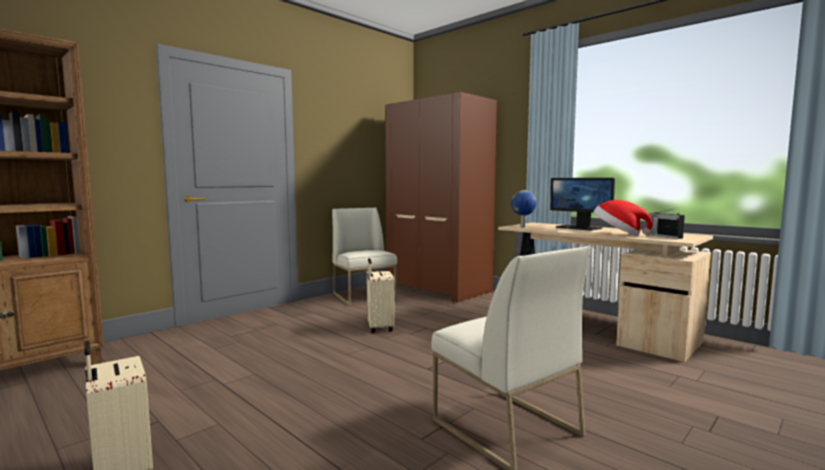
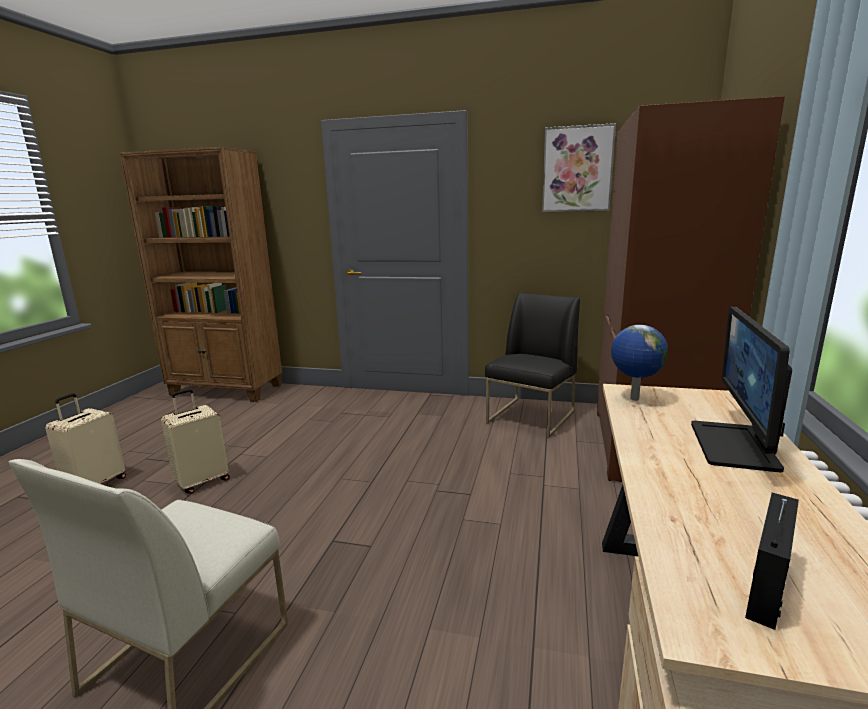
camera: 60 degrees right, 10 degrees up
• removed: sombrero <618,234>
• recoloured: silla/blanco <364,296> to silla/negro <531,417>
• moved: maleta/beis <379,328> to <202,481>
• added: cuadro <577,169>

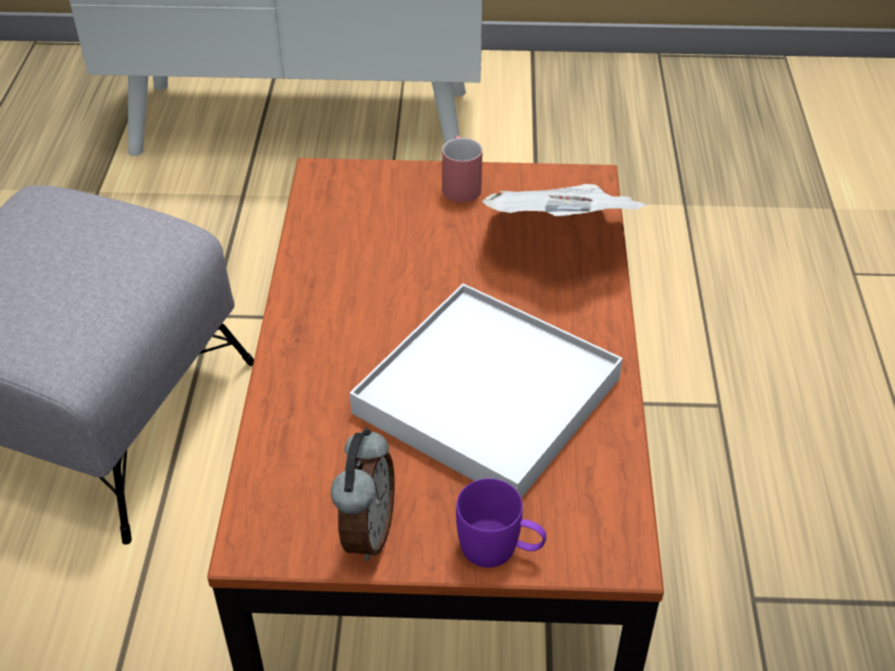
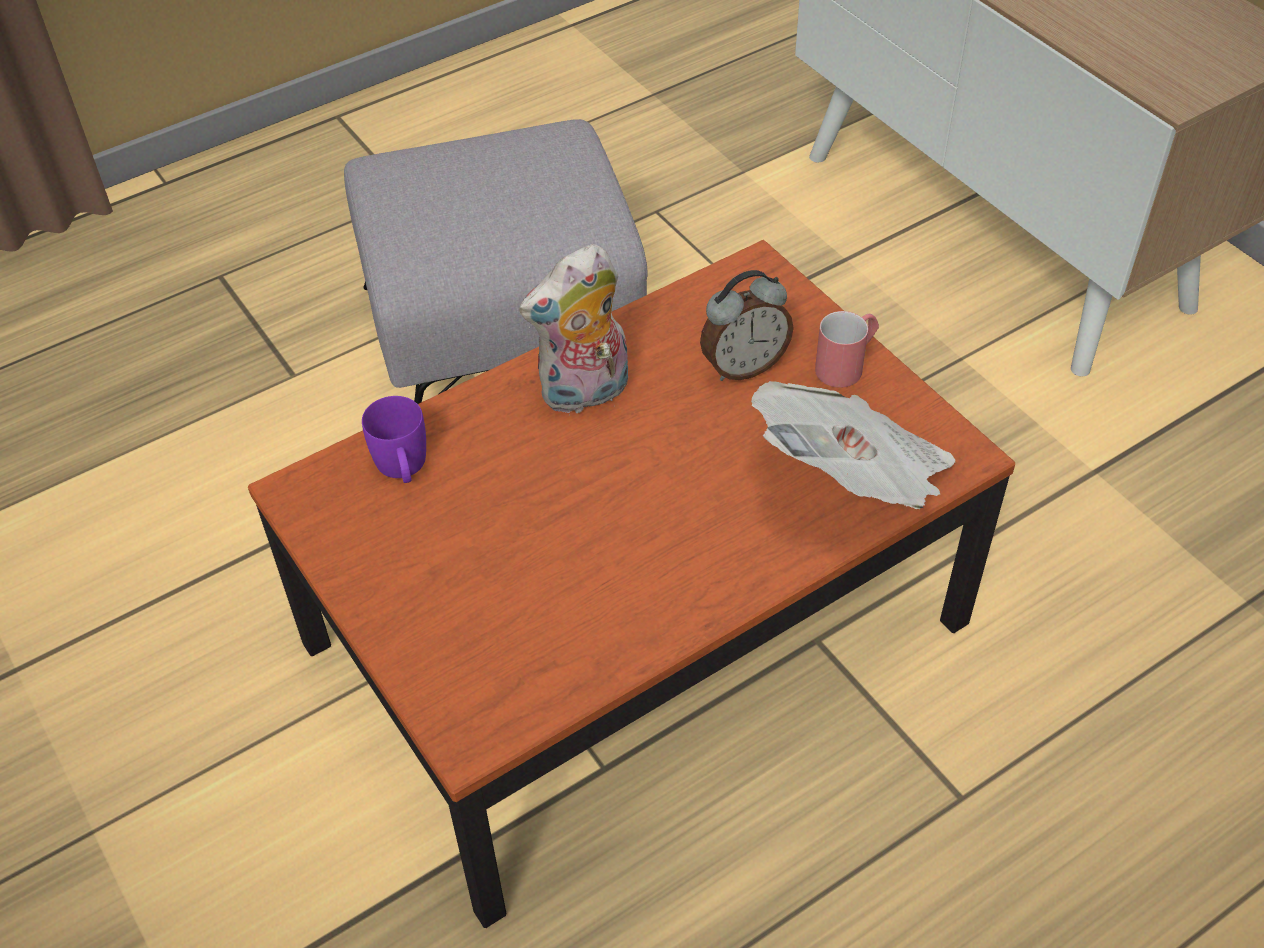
camera: 55 degrees right, 5 degrees up
• removed: bandeja/blanco <487,396>
• moved: despertador <366,532> to <743,366>
• moved: taza grande/morado <500,549> to <403,469>
• added: peluche <585,394>

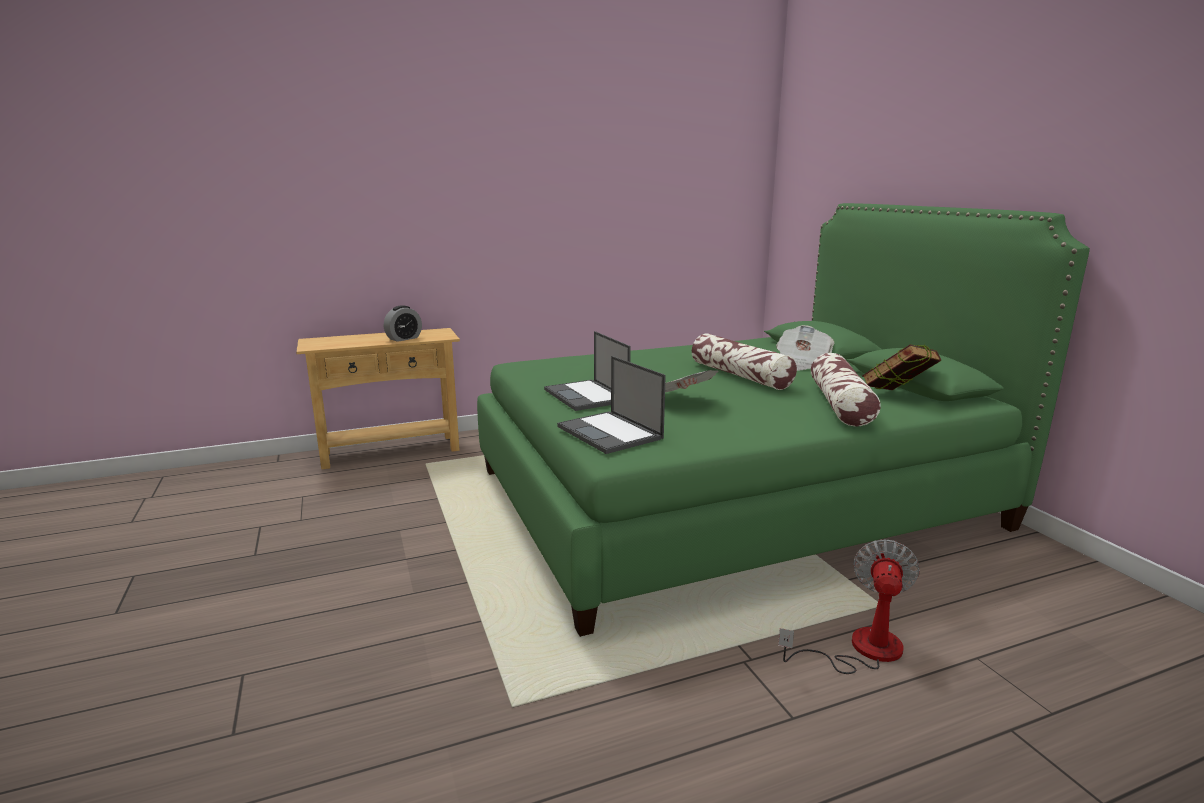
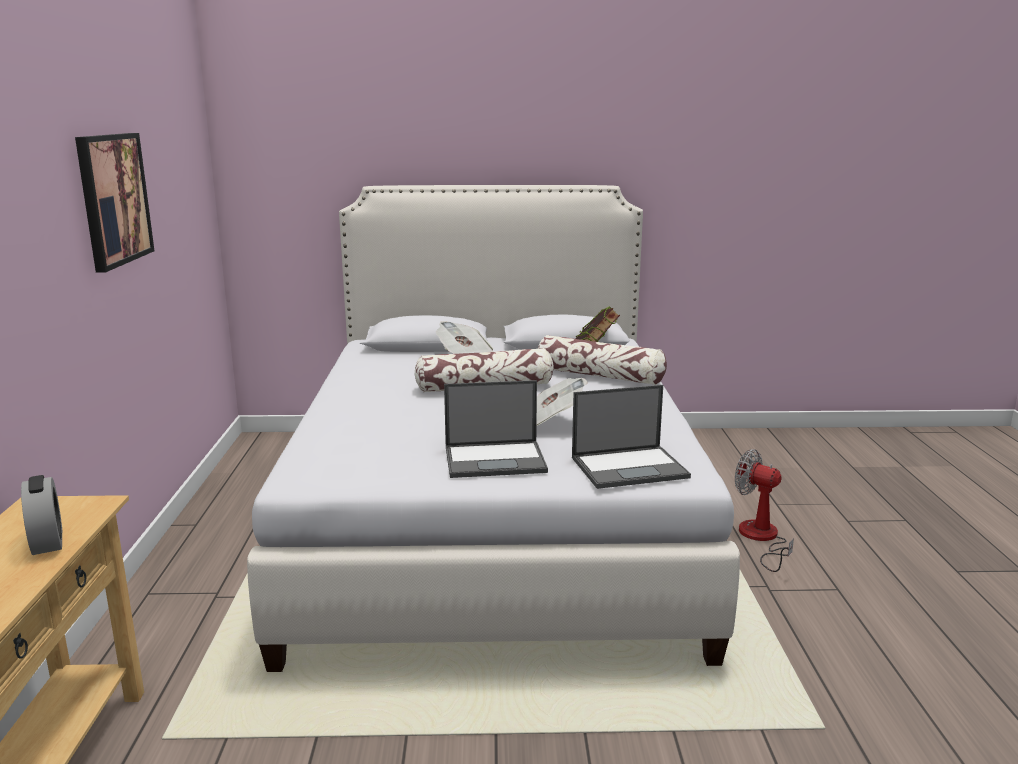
camera: 70 degrees left, 0 degrees up
• recoloured: cama/verde <730,497> to cama/blanco <492,520>
• added: cuadro <113,199>

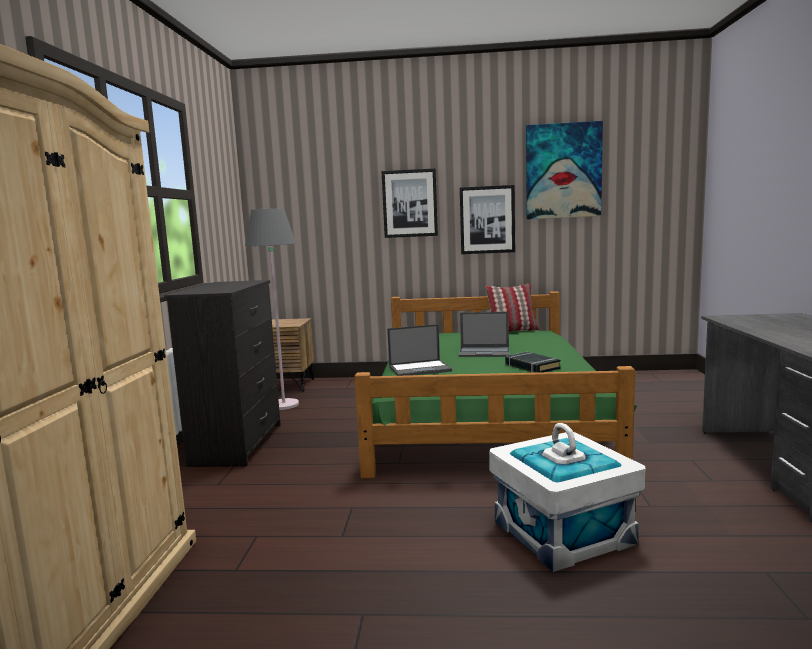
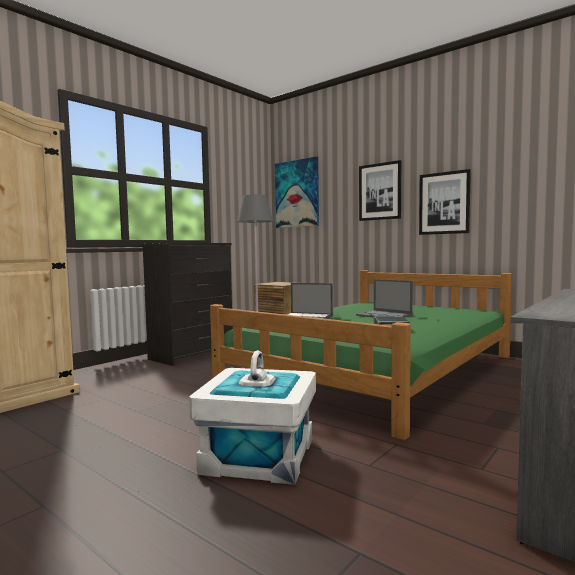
camera: 35 degrees right, 5 degrees down
• moved: cuadro <563,171> to <297,194>
• removed: cojín <512,331>

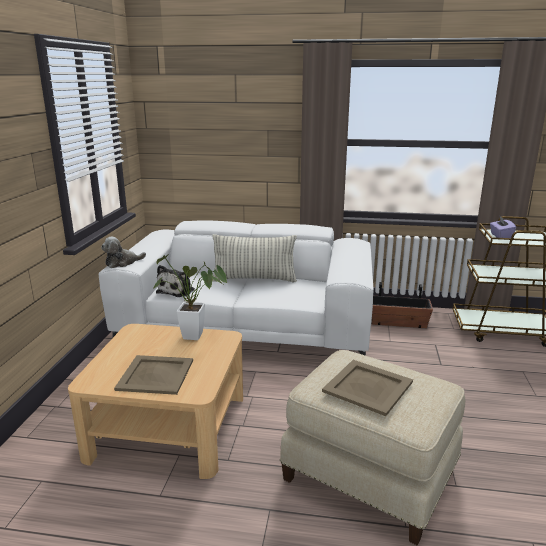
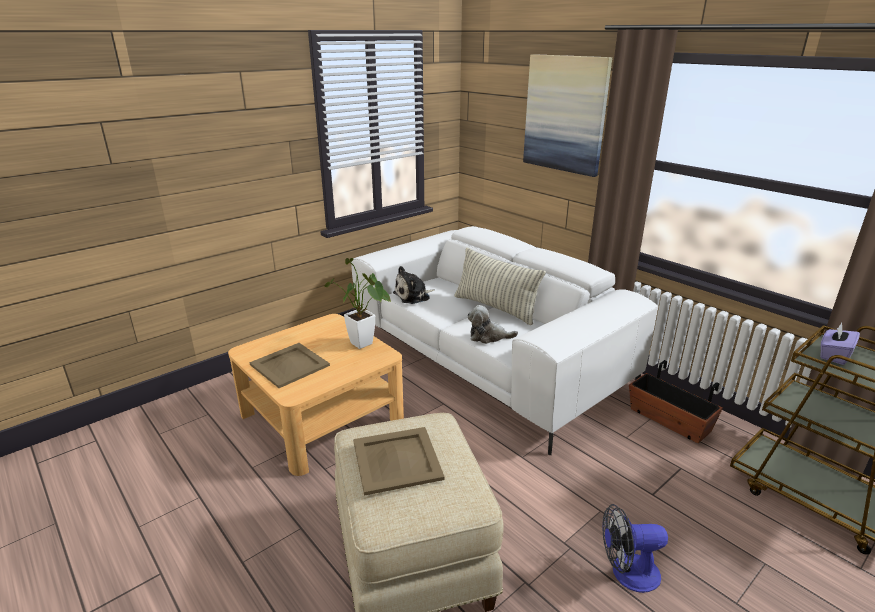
camera: 40 degrees right, 5 degrees up
• moved: peluche <122,263> to <488,336>
• added: cuadro <565,114>
• added: ventilador <627,573>

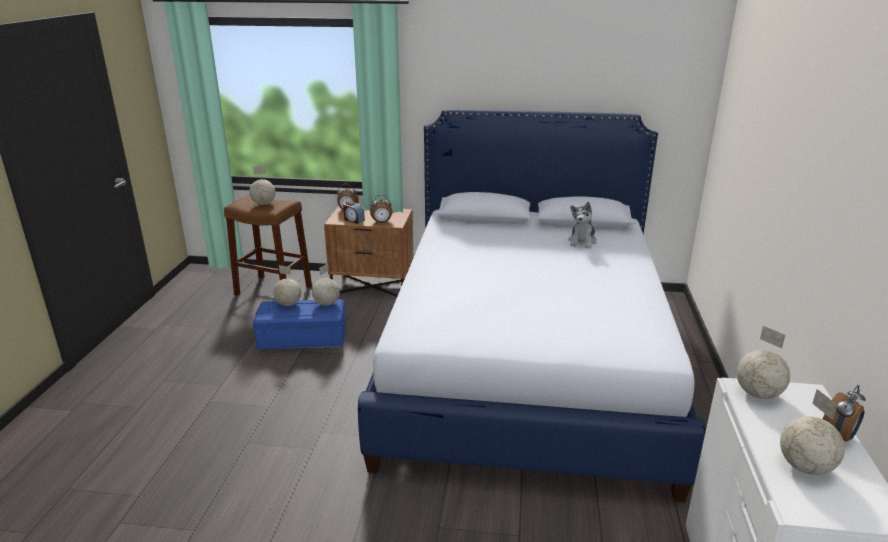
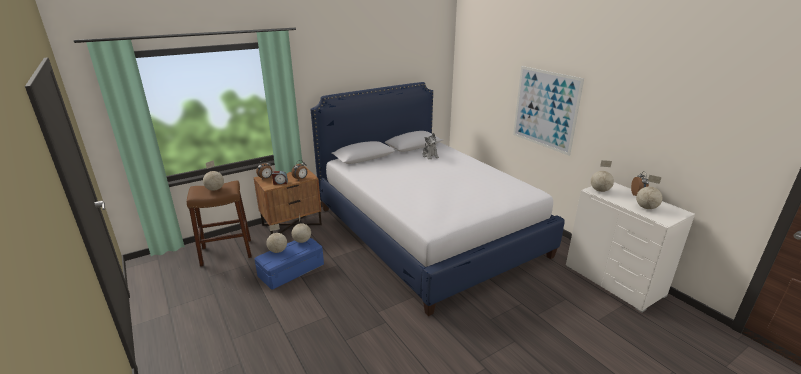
camera: 40 degrees left, 0 degrees up
• added: cuadro <545,109>

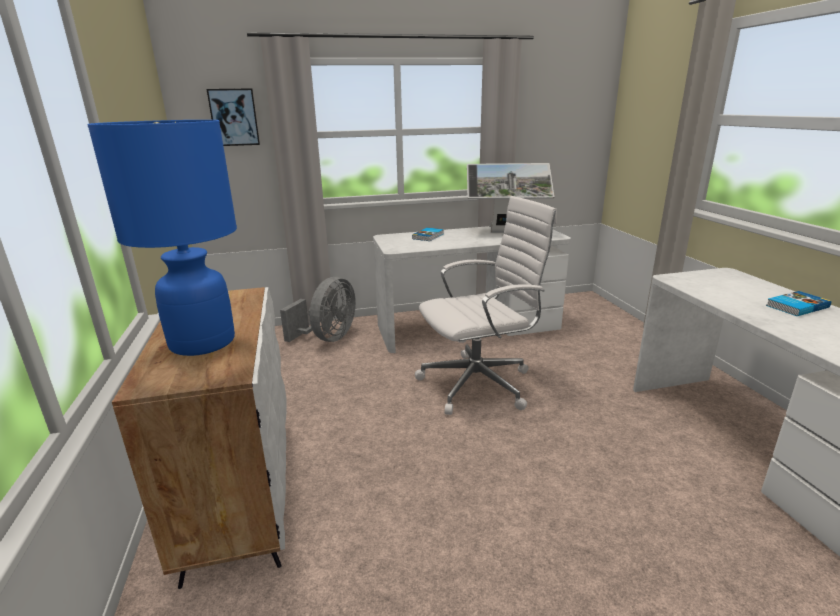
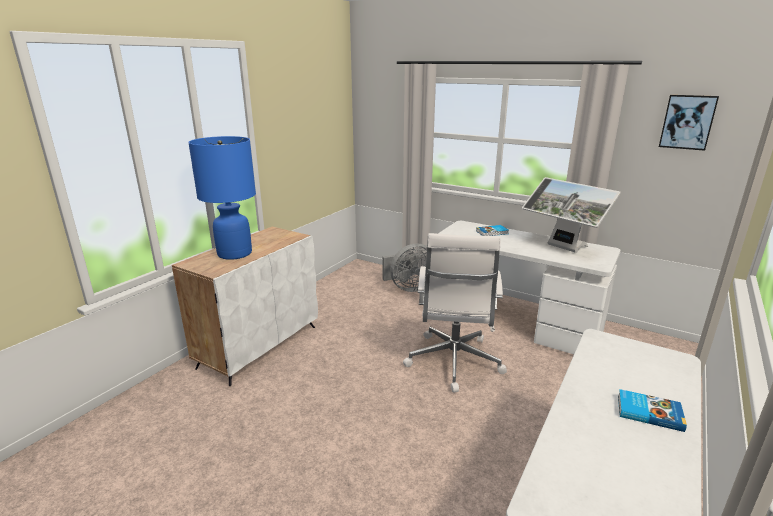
camera: 45 degrees right, 0 degrees up
• moved: cuadro <234,117> to <687,122>
• turned: silla de oficina/blanco <479,383> = <453,363> 75 degrees clockwise

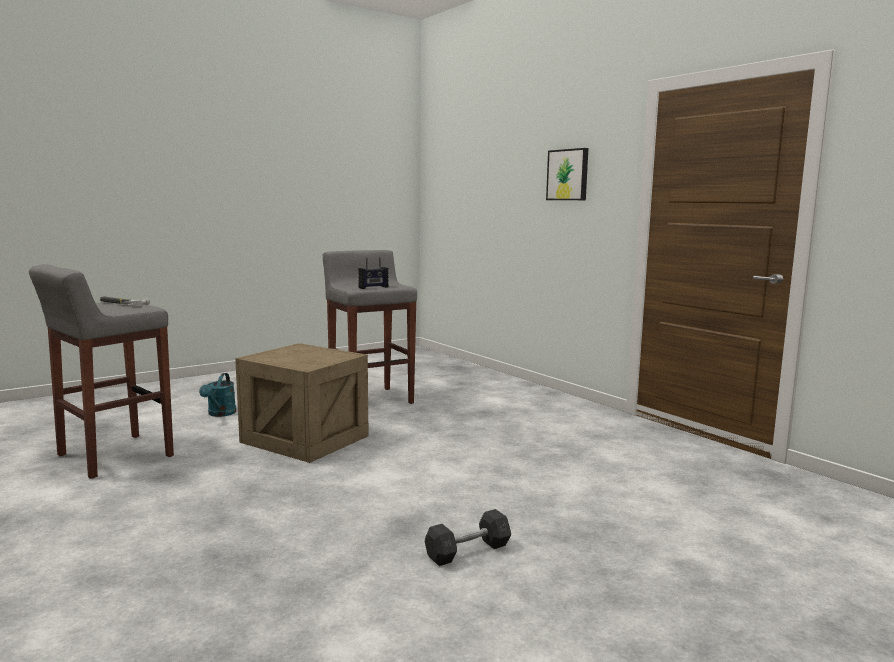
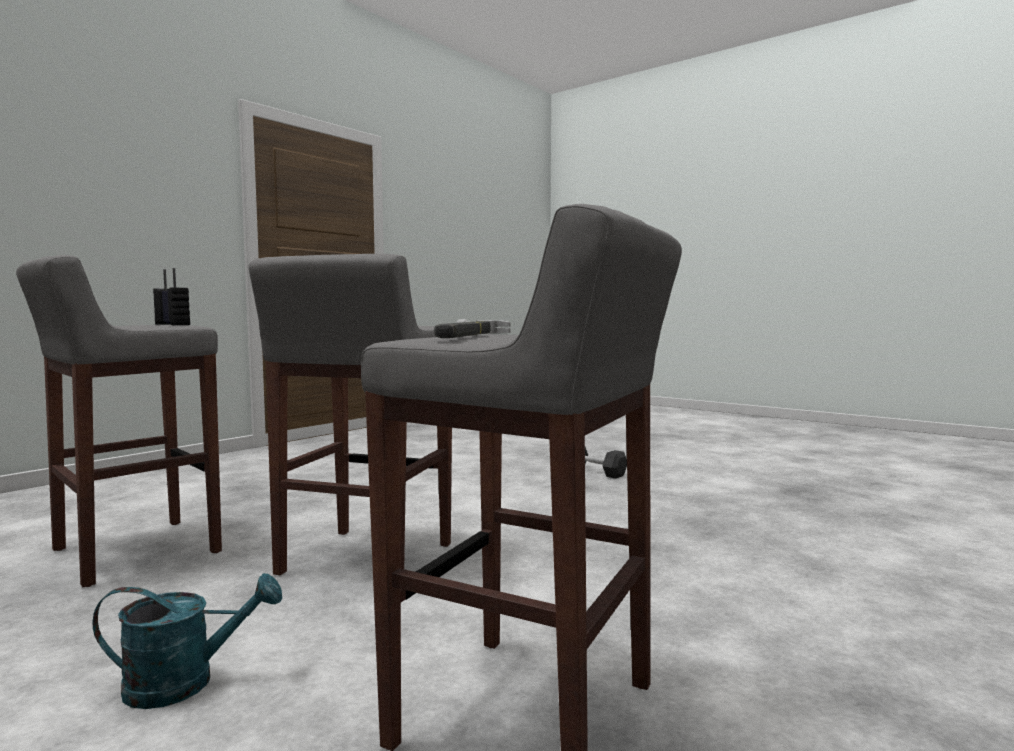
camera: 105 degrees left, 5 degrees down
• removed: cuadro <568,175>
• replaced: caja de embalaje <304,439> to taburete/gris <365,560>

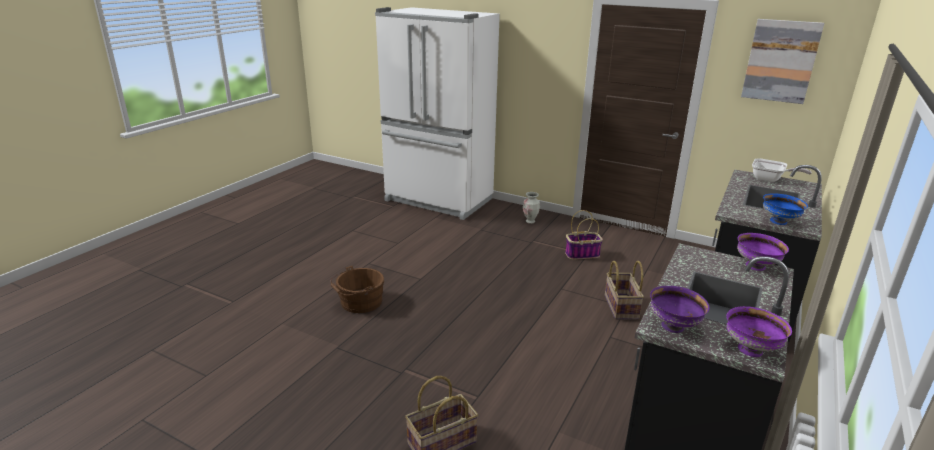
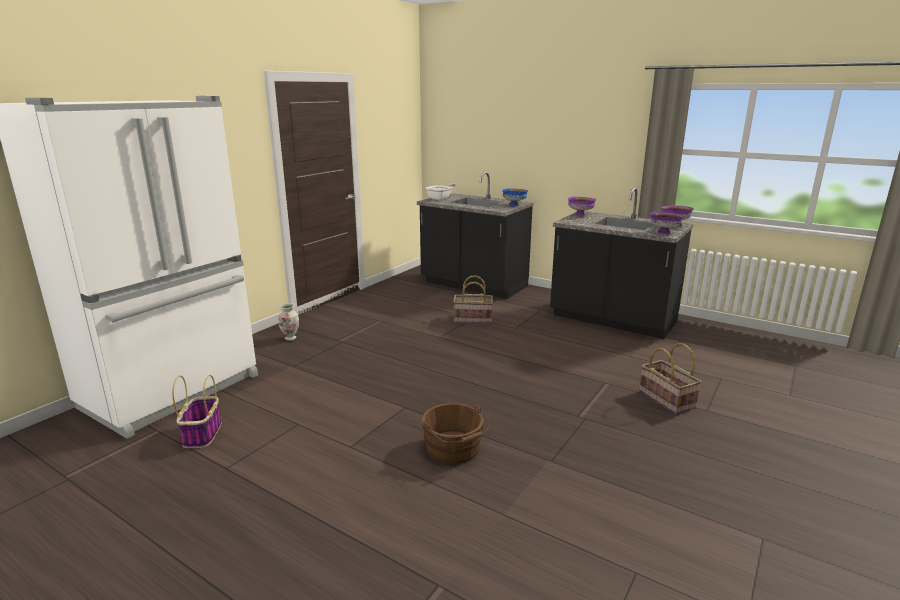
camera: 85 degrees left, 5 degrees down
• removed: cuadro <780,61>
• moved: cesta <582,254> to <202,434>

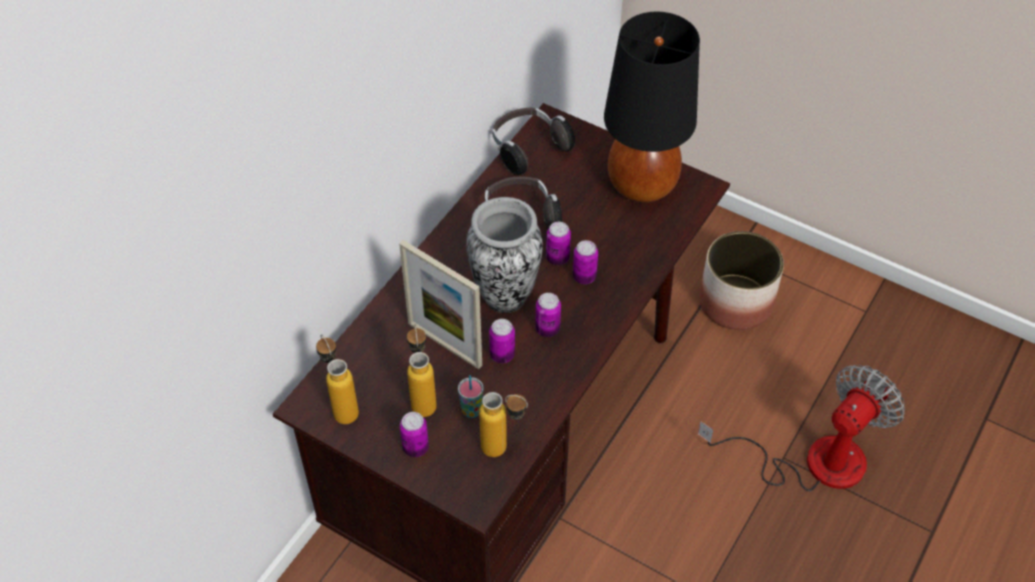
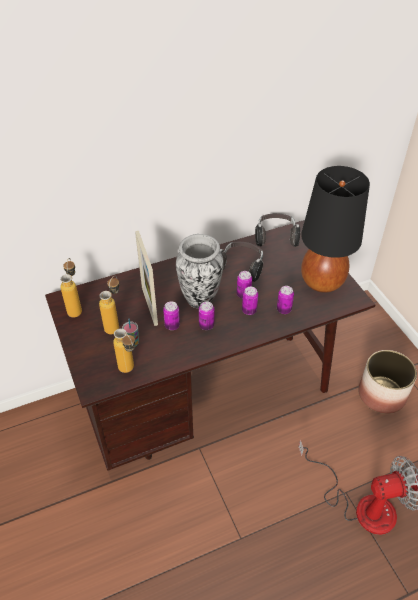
camera: 35 degrees right, 5 degrees down
• moved: lata <415,447> to <284,309>

